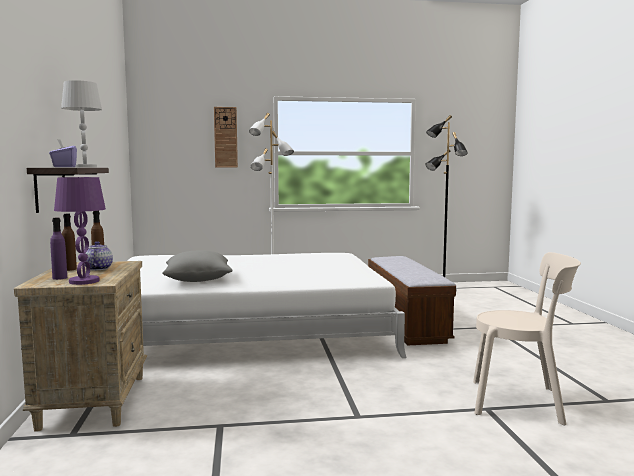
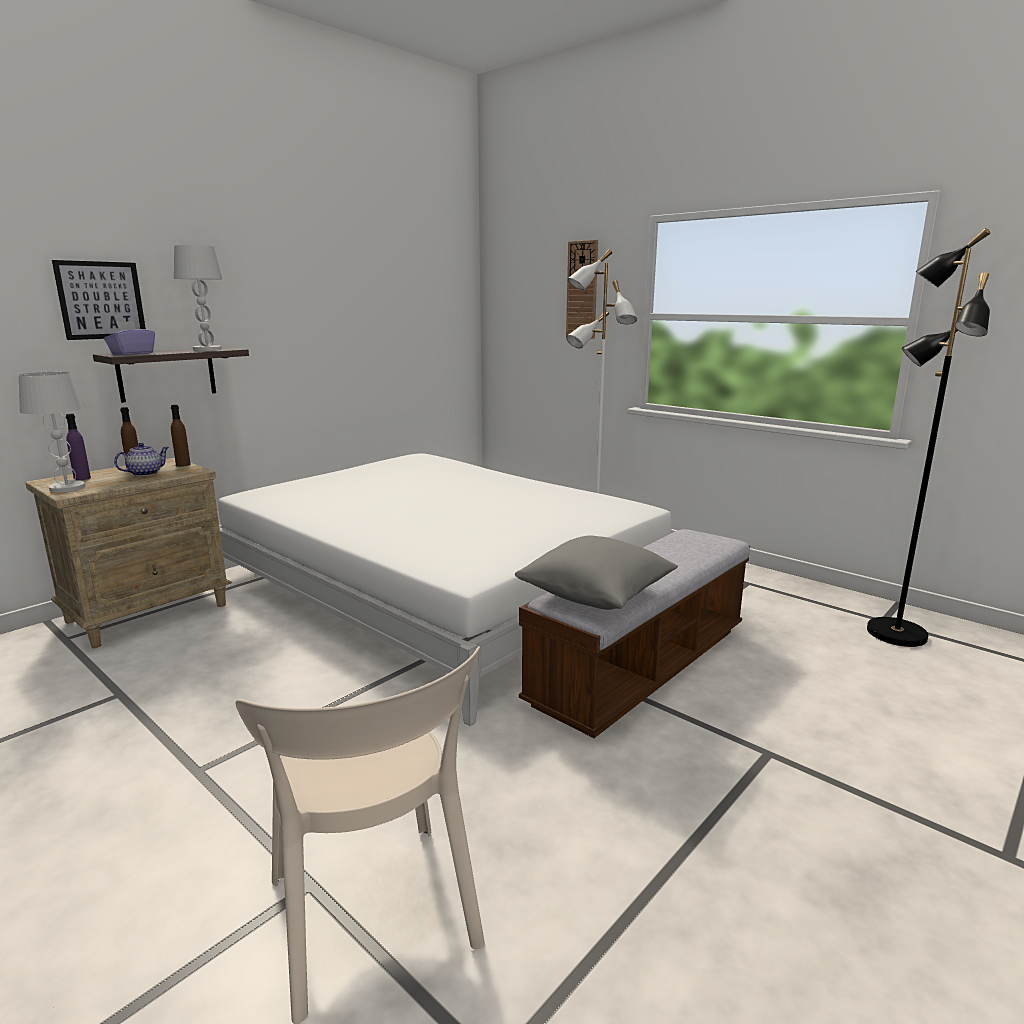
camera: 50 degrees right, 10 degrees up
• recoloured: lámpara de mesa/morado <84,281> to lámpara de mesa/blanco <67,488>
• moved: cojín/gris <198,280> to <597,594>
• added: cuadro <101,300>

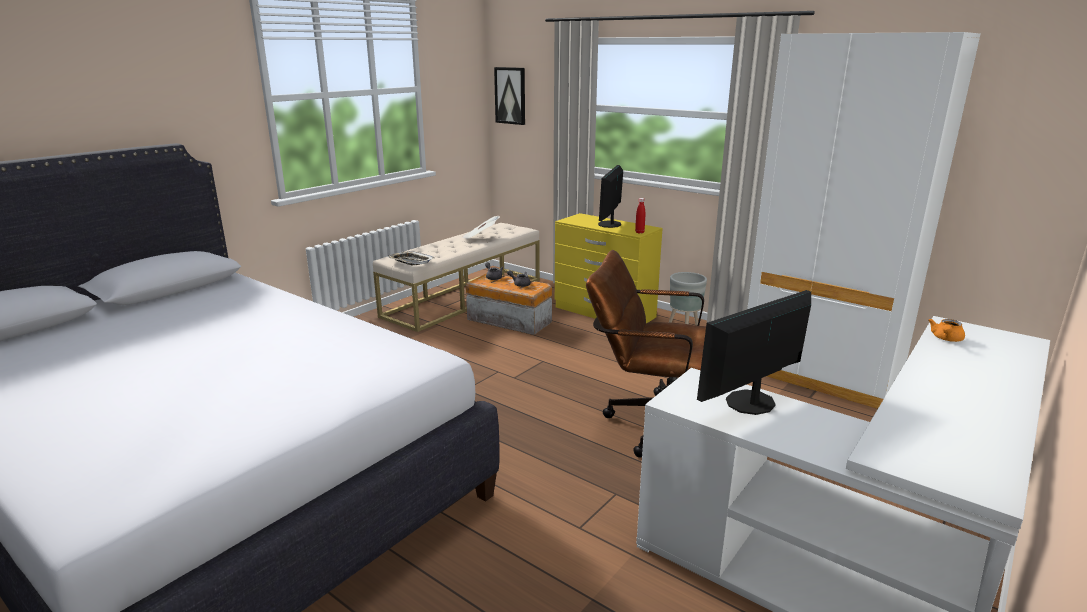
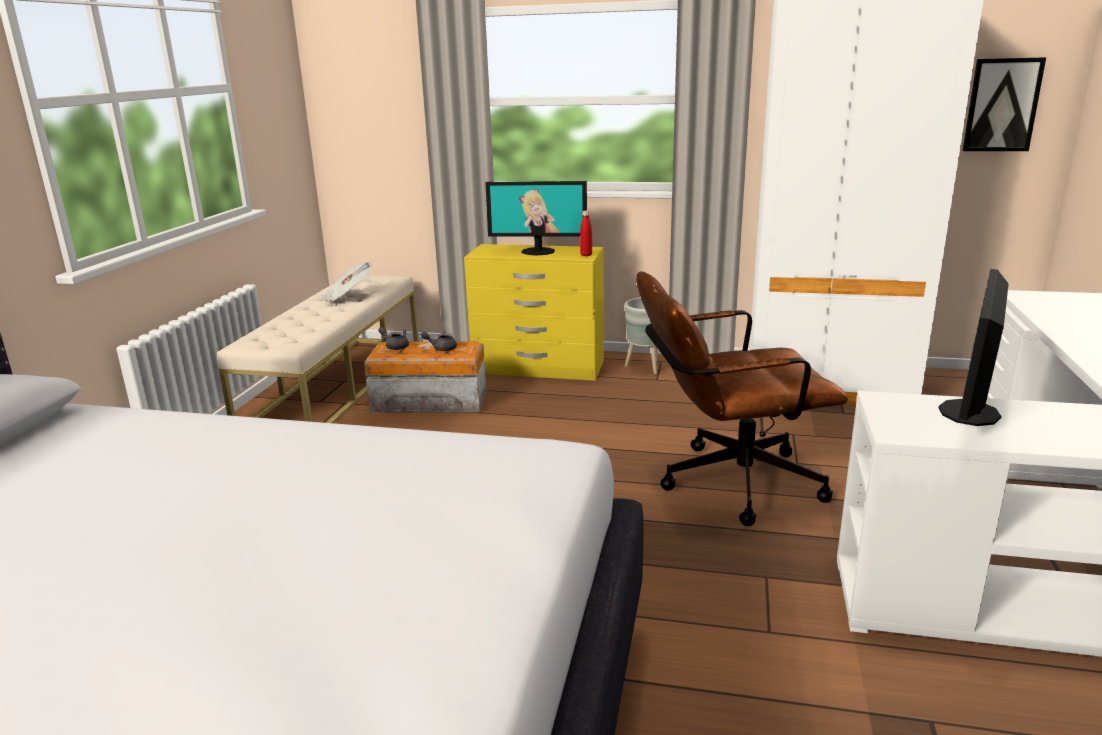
camera: 25 degrees left, 0 degrees up
• moved: cuadro <510,95> to <1002,105>
• turned: monitor <610,224> = <538,251> 75 degrees counterclockwise
• removed: bandeja <410,262>
• removed: tetera/naranja <945,339>

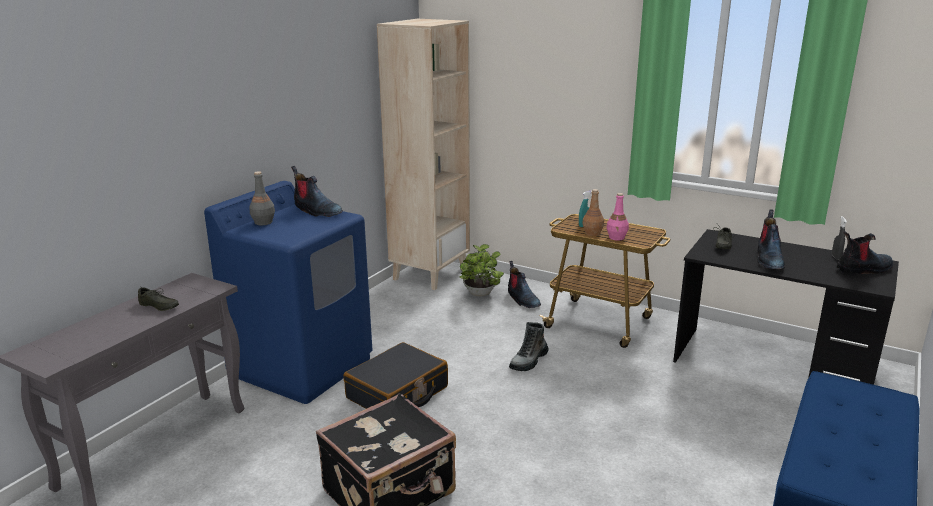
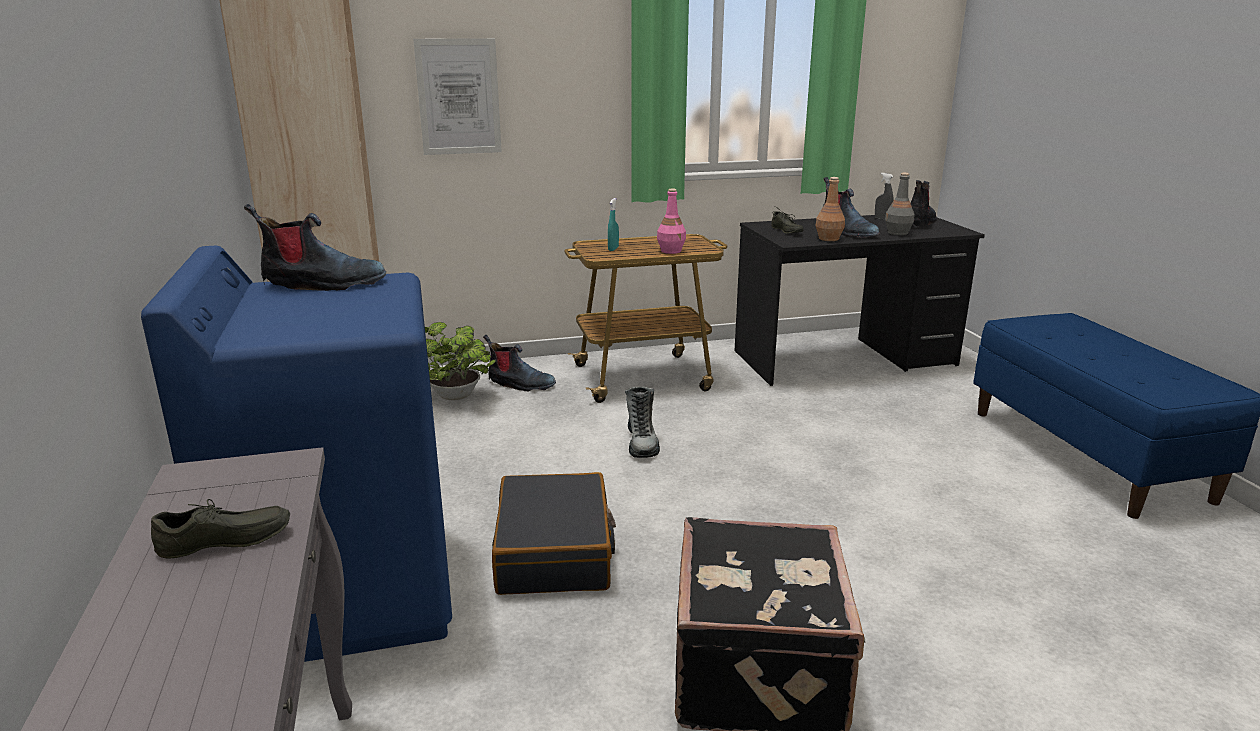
camera: 45 degrees left, 0 degrees up
• moved: botella/gris <263,222> to <898,233>
• moved: botella/marrón <592,233> to <828,239>
• added: cuadro <458,97>

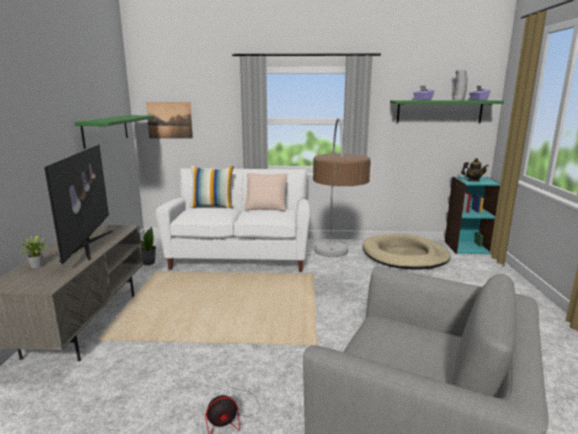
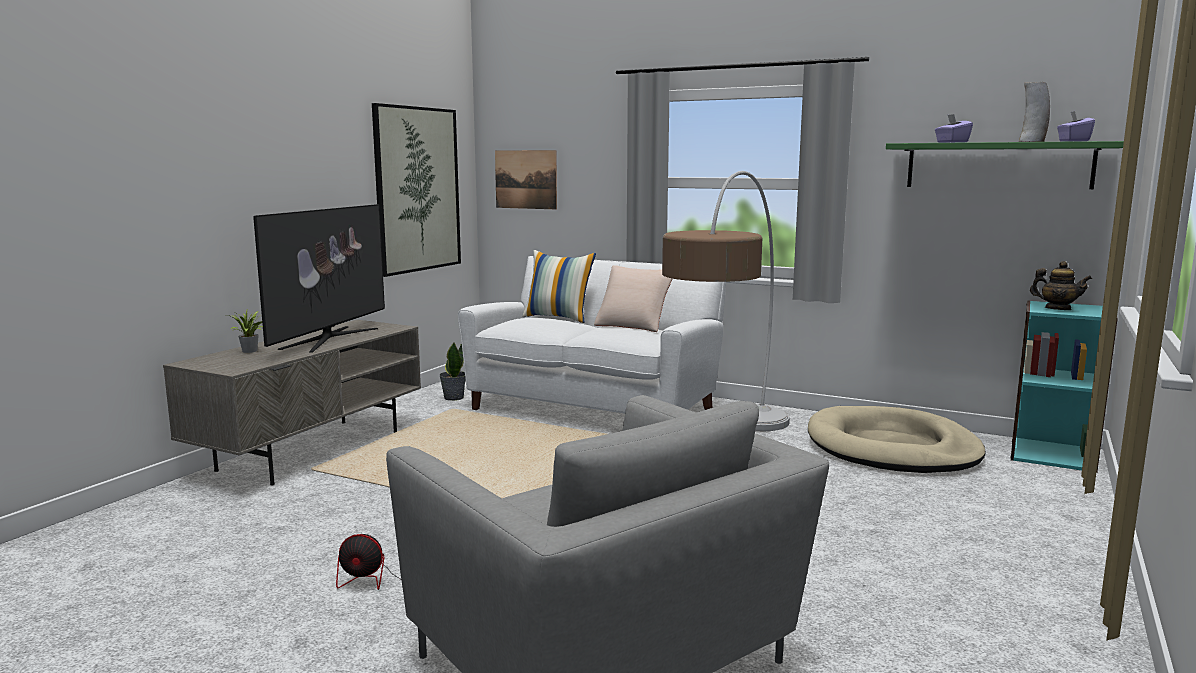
camera: 25 degrees right, 5 degrees down
• replaced: estante/verde <106,130> to cuadro <417,189>

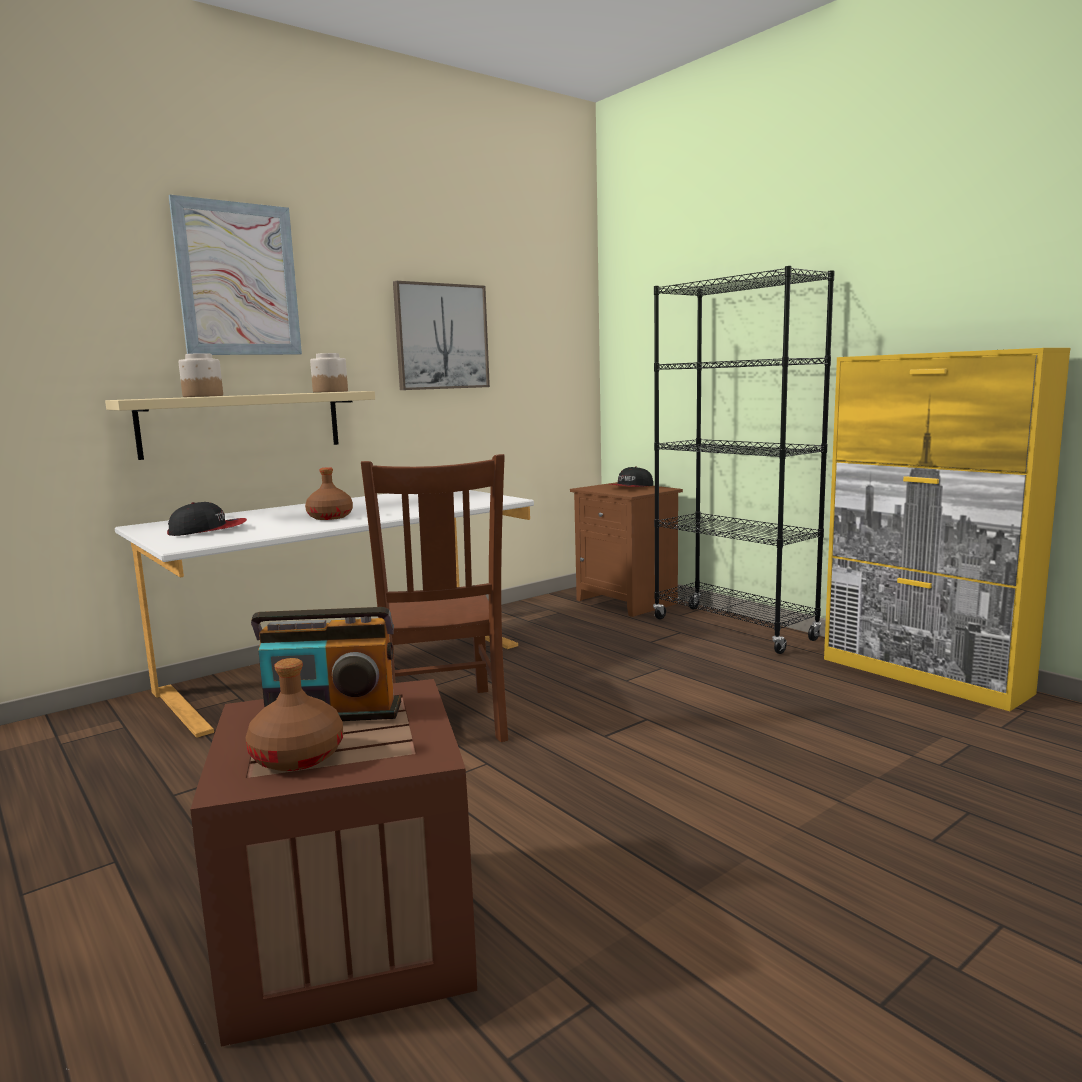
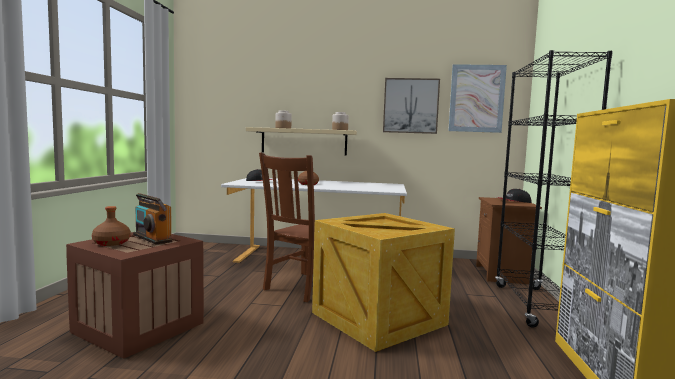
camera: 45 degrees right, 5 degrees down
• moved: cuadro <238,279> to <476,98>
• added: caja de embalaje <381,319>

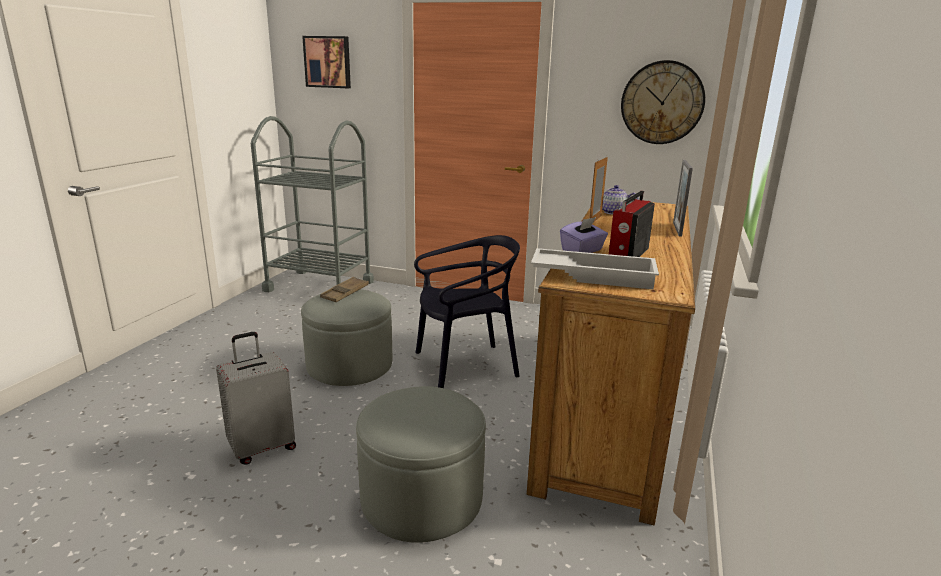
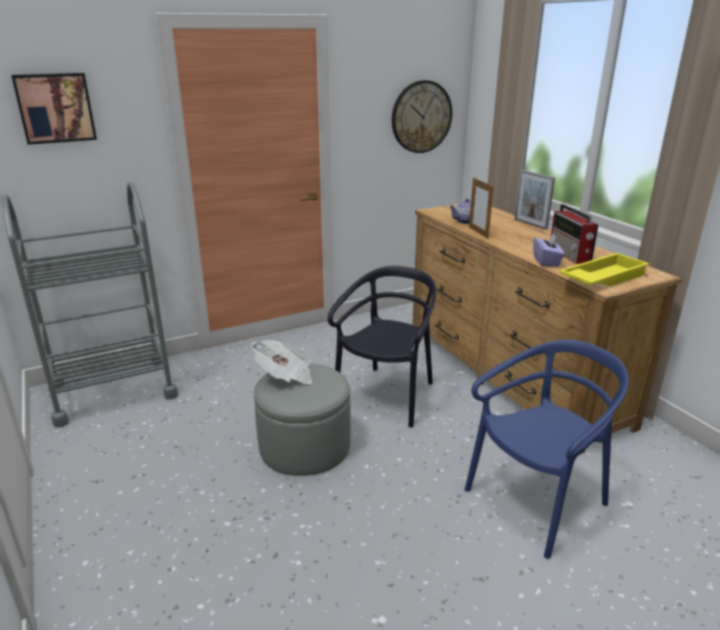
camera: 45 degrees left, 5 degrees up
• recoloured: bandeja/blanco <593,275> to bandeja/amarillo <602,277>
• replaced: bandeja/marrón <345,293> to periódico <284,376>
• removed: maleta/gris <262,447>
• replaced: puf/gris <421,498> to silla/azul <537,501>

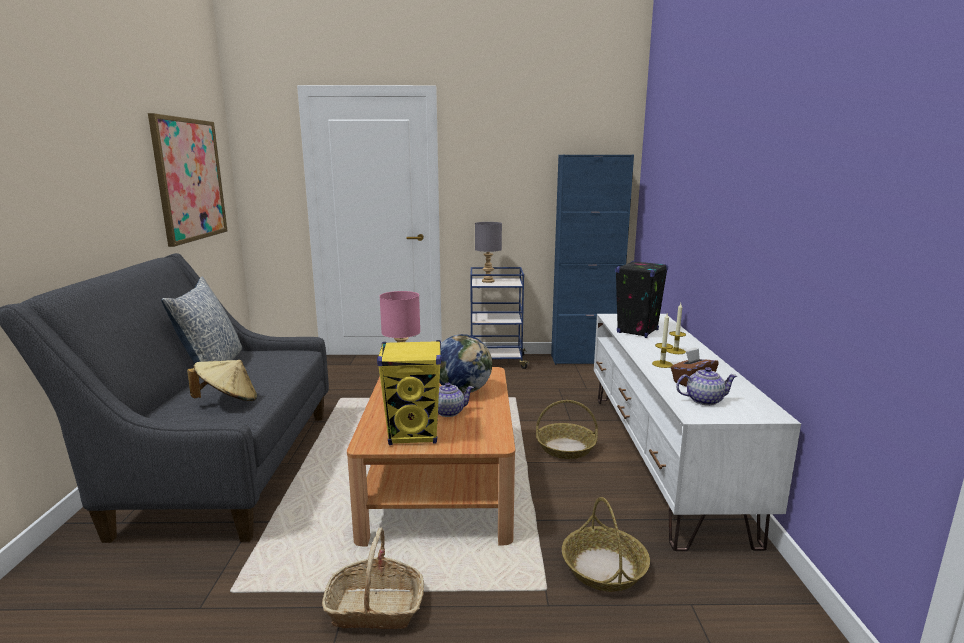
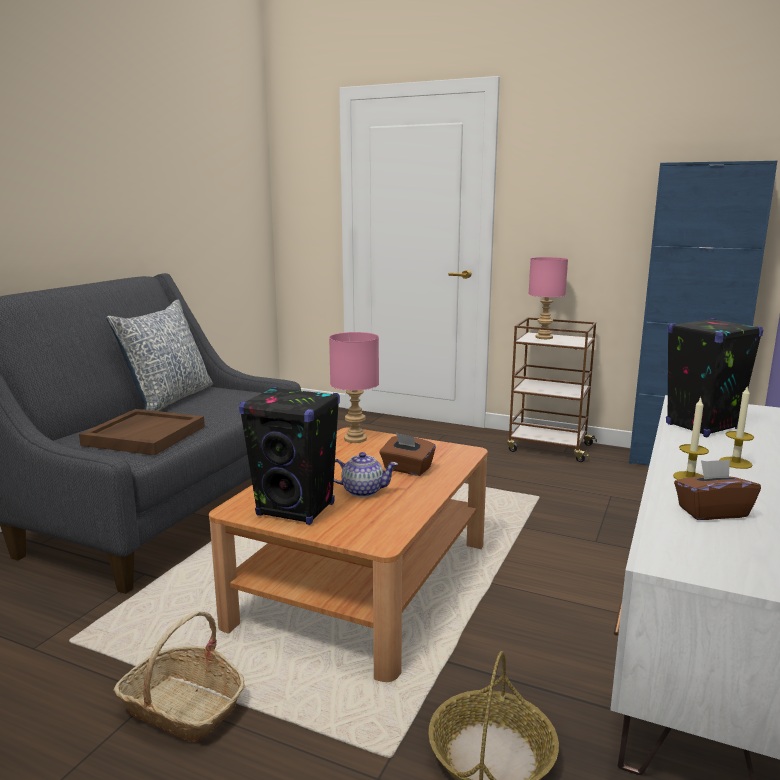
camera: 25 degrees right, 0 degrees up
• removed: cuadro <190,179>
• recoloured: lámpara de mesa/gris <488,281> to lámpara de mesa/rosa <544,337>
• recoloured: carrito/azul <496,362> to carrito/marrón <548,448>
• replaced: globo terráqueo <463,391> to caja de pañuelos/marrón <407,469>
• recoloured: altavoz/amarillo <414,435> to altavoz/negro <296,510>
• replaced: sombrero/beis <228,401> to bandeja/marrón <144,435>
• removed: tetera <703,400>
• removed: cesta <566,448>

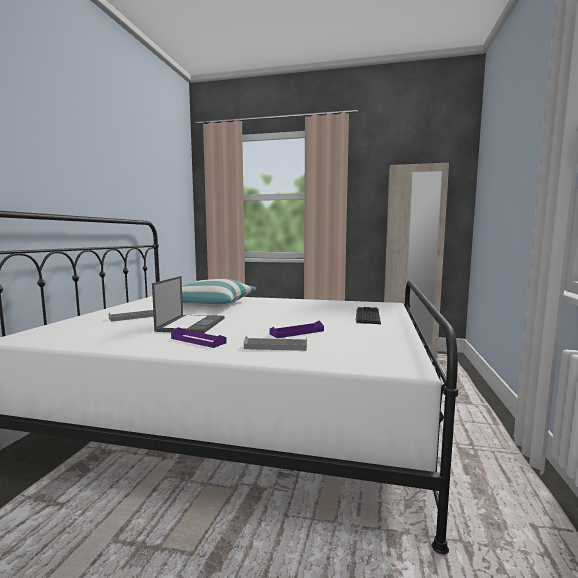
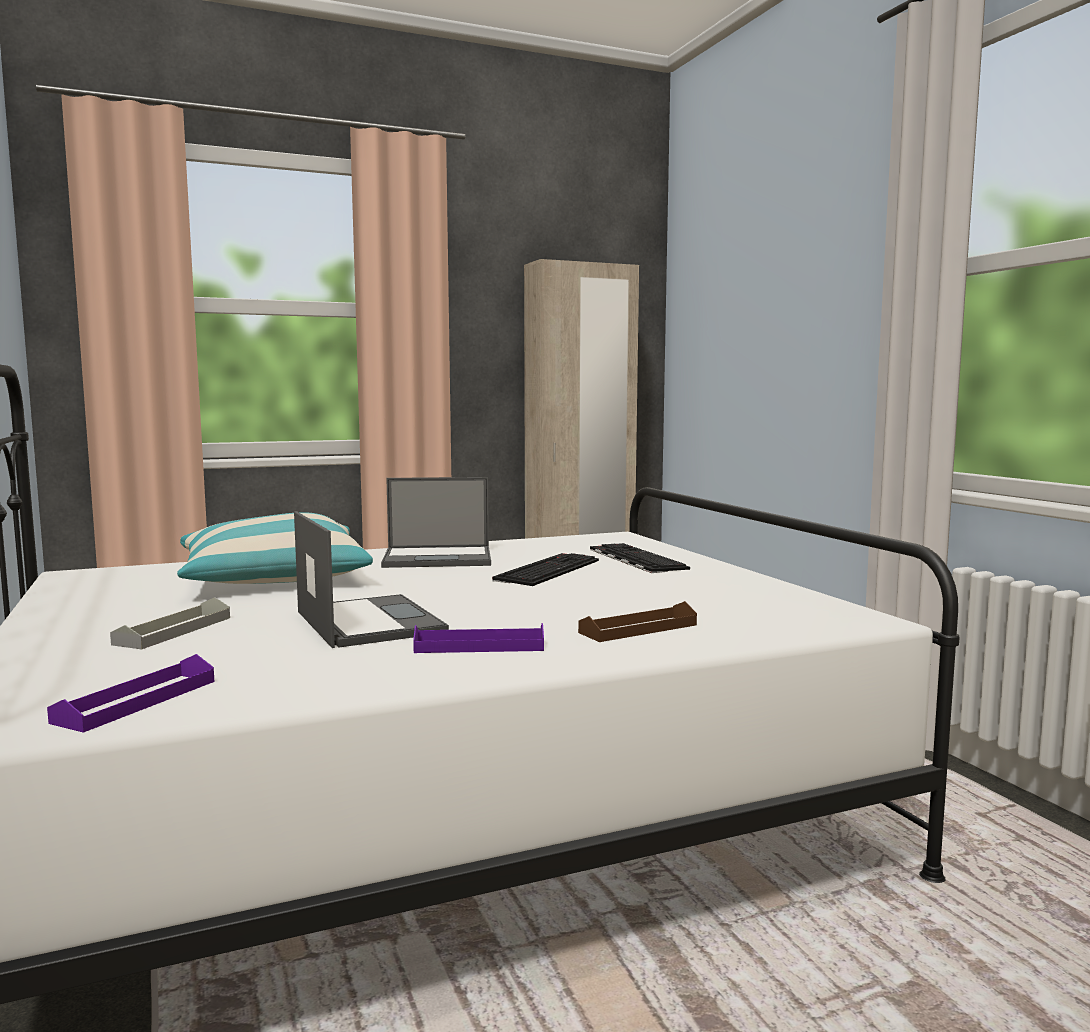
camera: 35 degrees left, 0 degrees up
• moved: bandeja/morado <297,332> to <137,701>
• recoloured: bandeja/gris <275,347> to bandeja/marrón <638,629>
• added: portátil <439,558>
• added: teclado <547,570>

